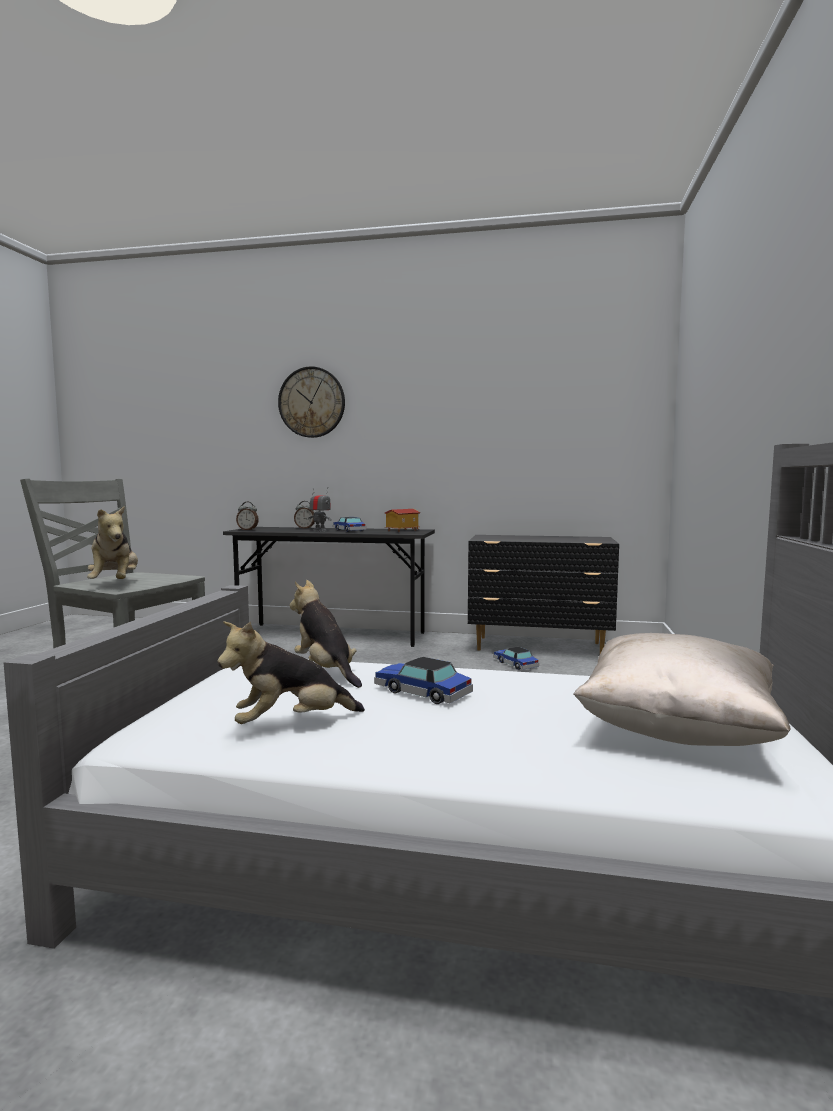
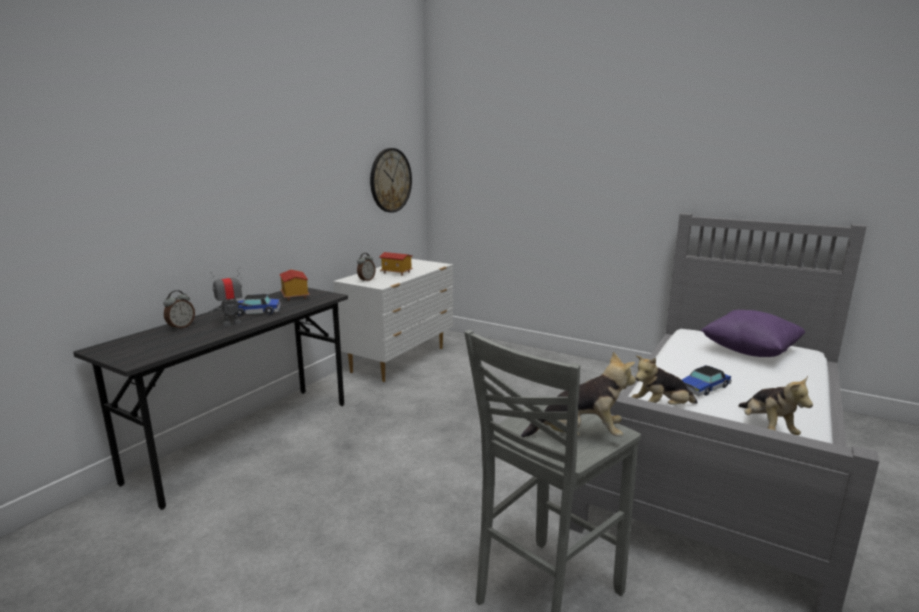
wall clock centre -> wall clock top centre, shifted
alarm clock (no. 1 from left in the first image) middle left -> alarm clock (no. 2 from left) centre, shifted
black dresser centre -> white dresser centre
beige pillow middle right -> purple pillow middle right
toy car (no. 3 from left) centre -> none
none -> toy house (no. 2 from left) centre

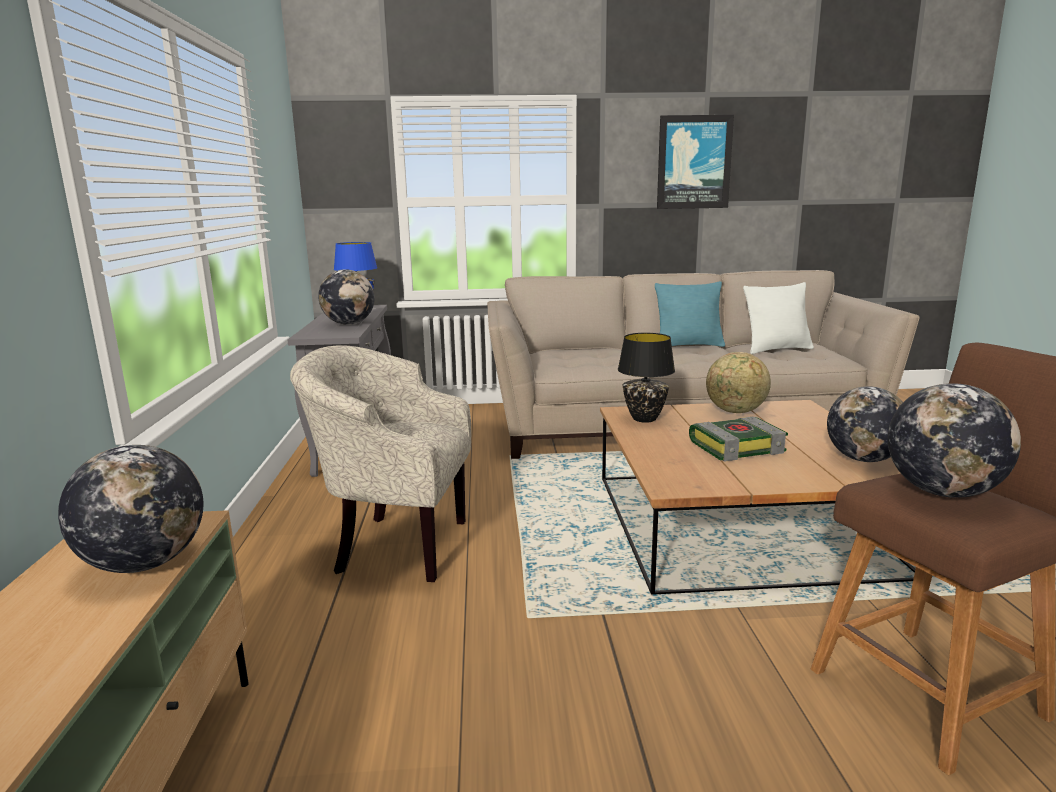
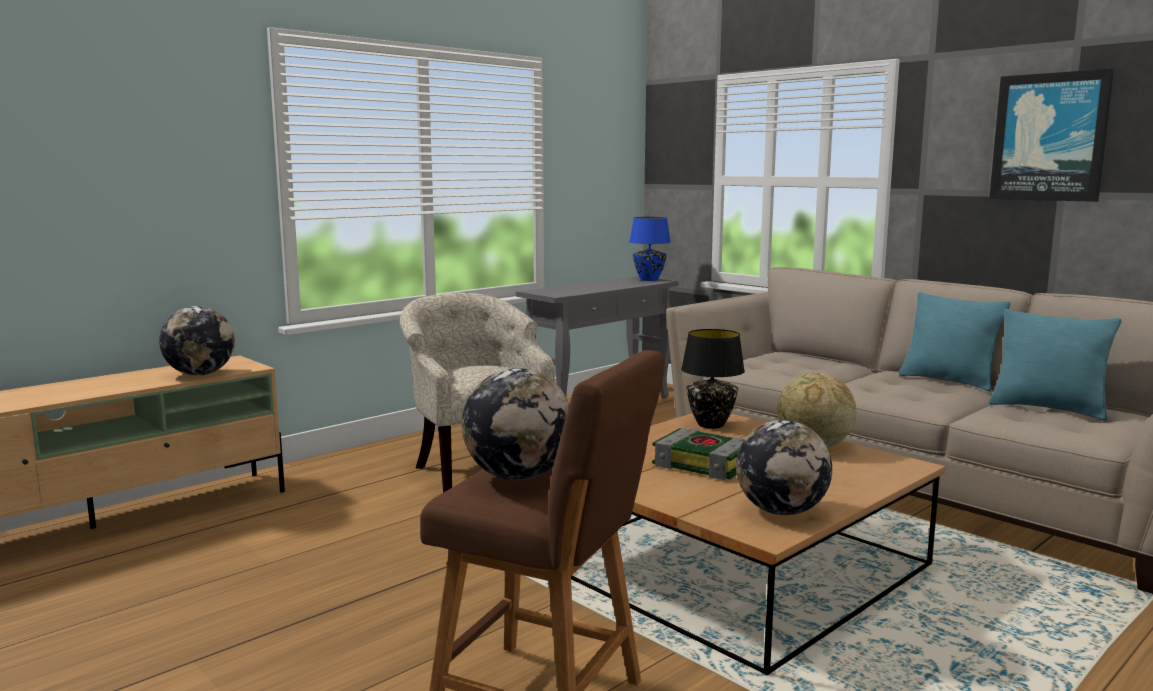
globe (no. 2 from left) middle left -> none
white pillow middle right -> turquoise pillow (no. 2 from left) middle right

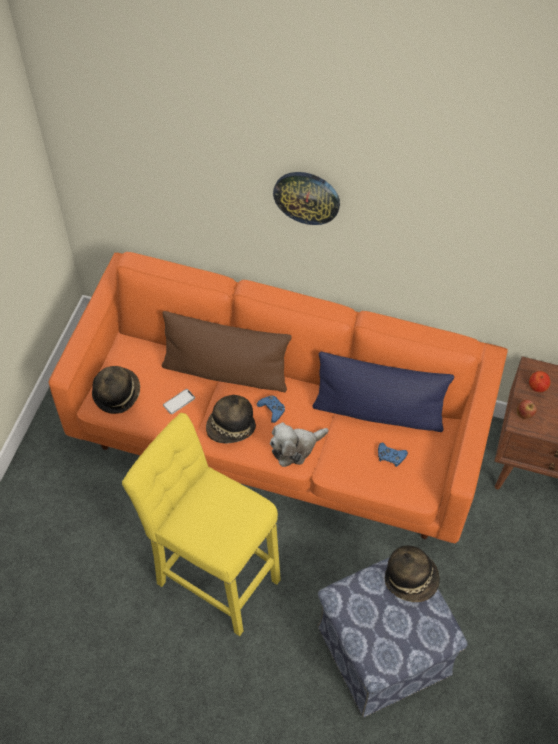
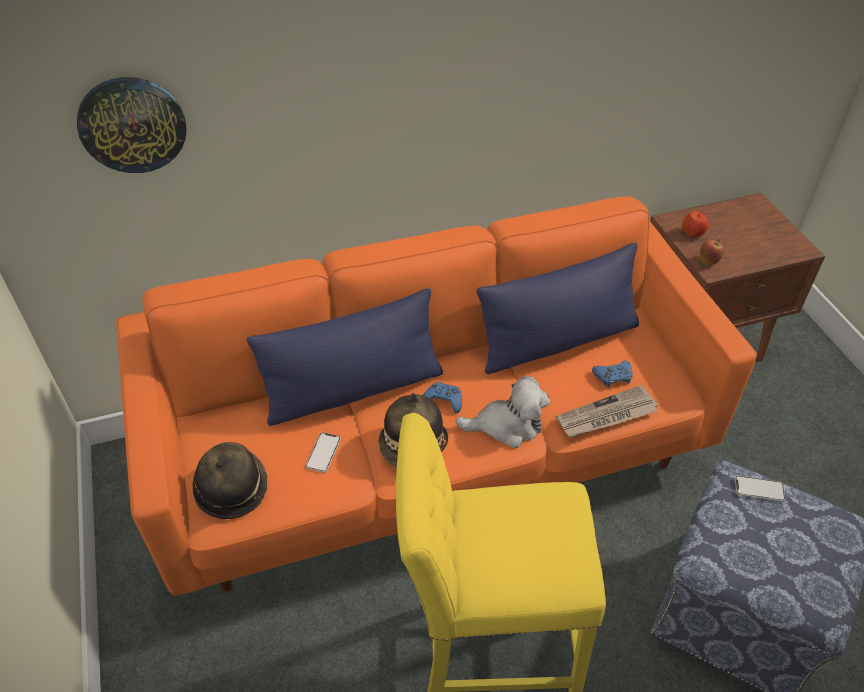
wall clock top centre -> wall clock top left, shifted
brown pillow centre -> blue pillow (no. 1 from left) centre
plush toy centre, 120 degrees counterclockwise
hat (no. 3 from left) bottom right -> phone (no. 2 from left) bottom right
none -> newspaper middle right

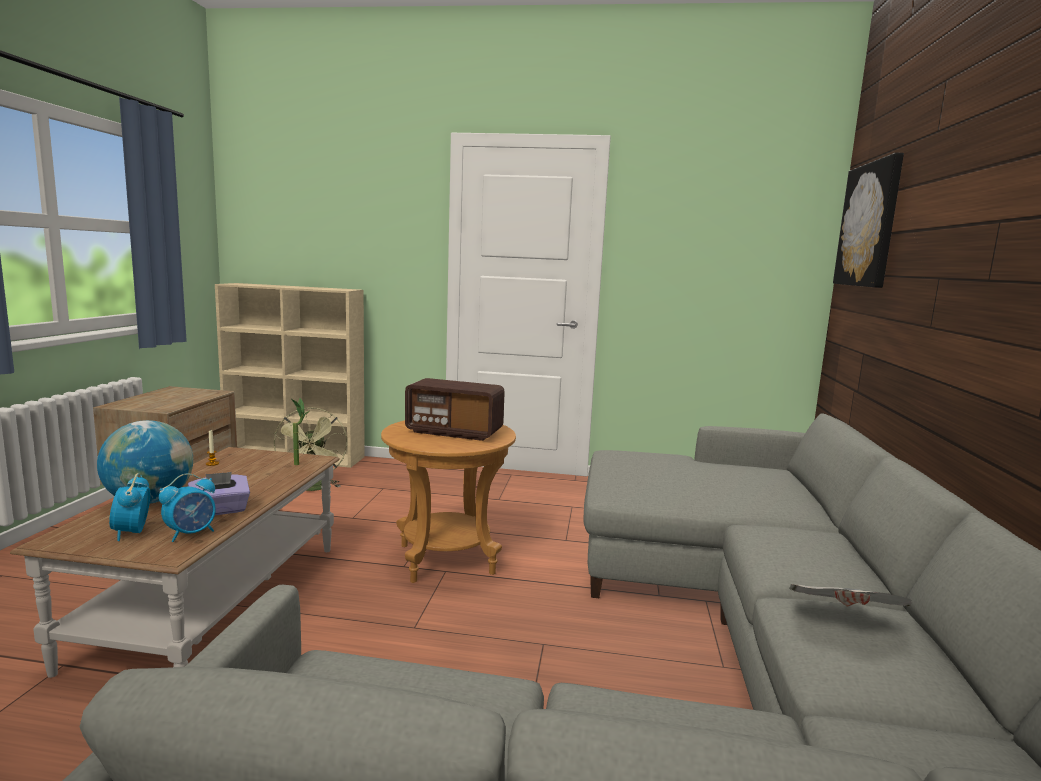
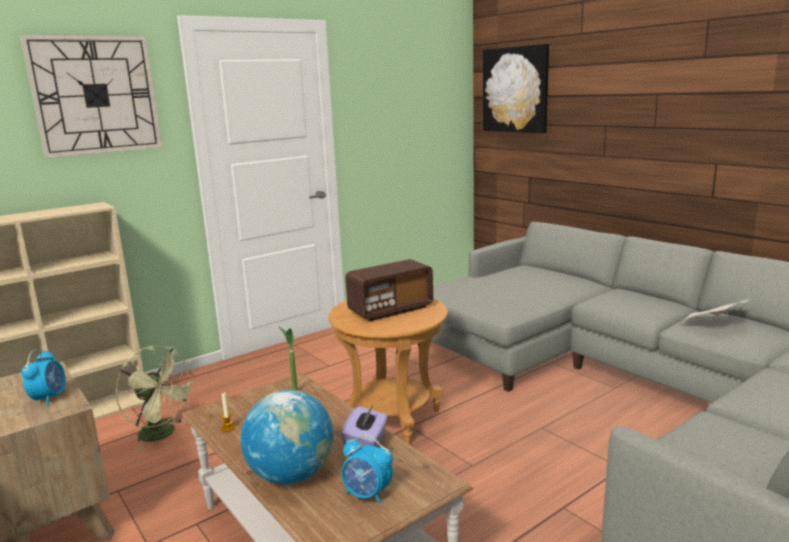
alarm clock (no. 2 from left in the first image) middle left -> alarm clock (no. 1 from left) bottom left, shifted
none -> wall clock top left

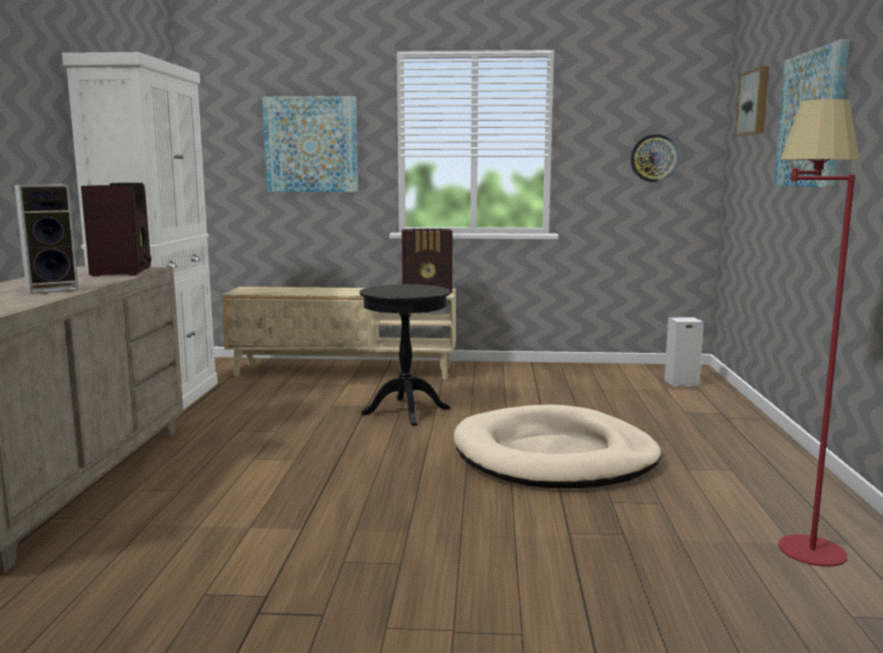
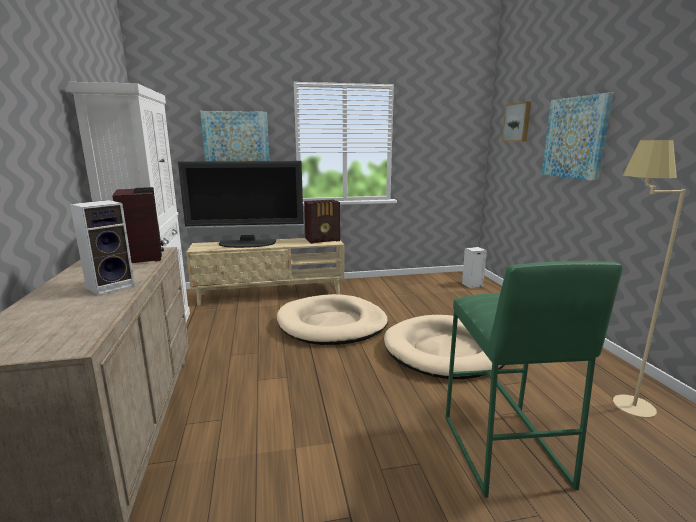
red floor lamp middle right -> beige floor lamp middle right
wall clock top right -> none
black side table centre -> beige dog bed (no. 1 from left) centre
none -> television centre
none -> green stool bottom right

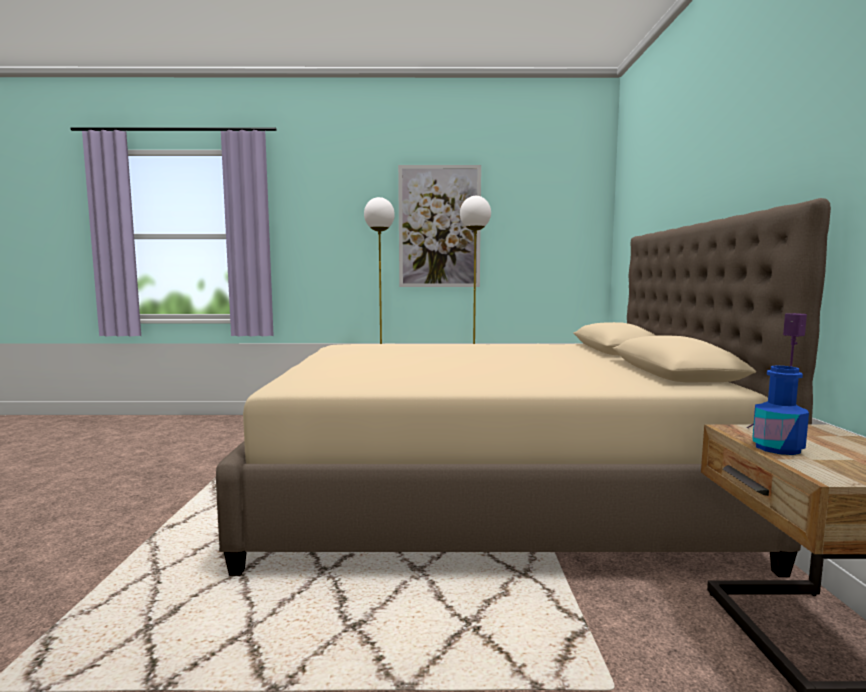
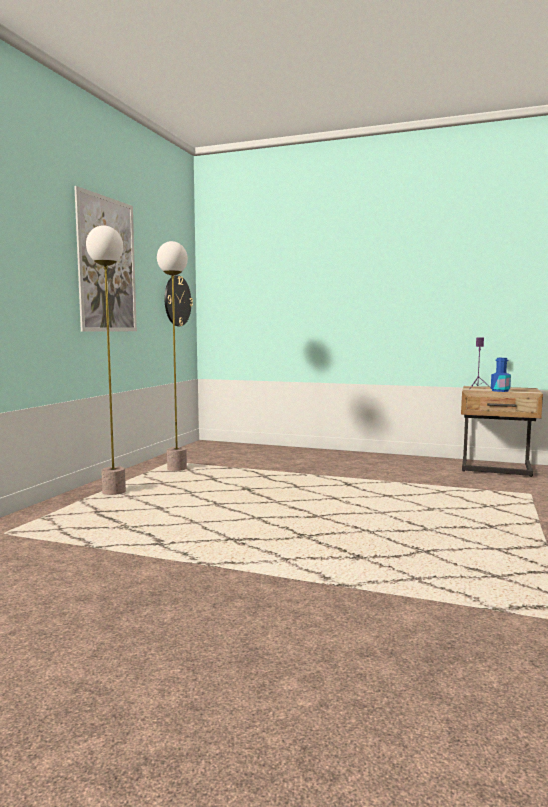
beige bed centre -> none
none -> wall clock middle left

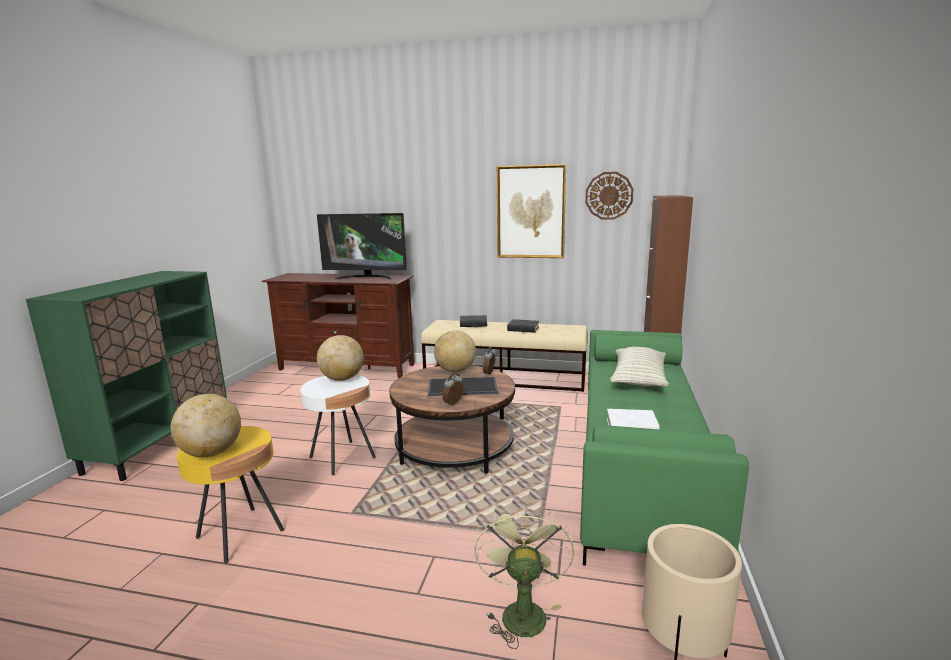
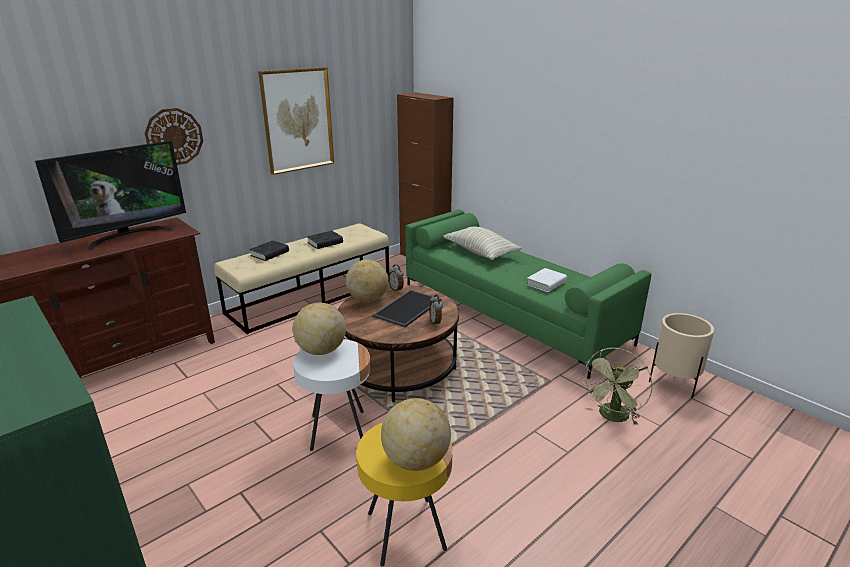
wall clock top centre -> wall clock top left, shifted
green fan bottom centre -> green fan bottom right, 90 degrees counterclockwise

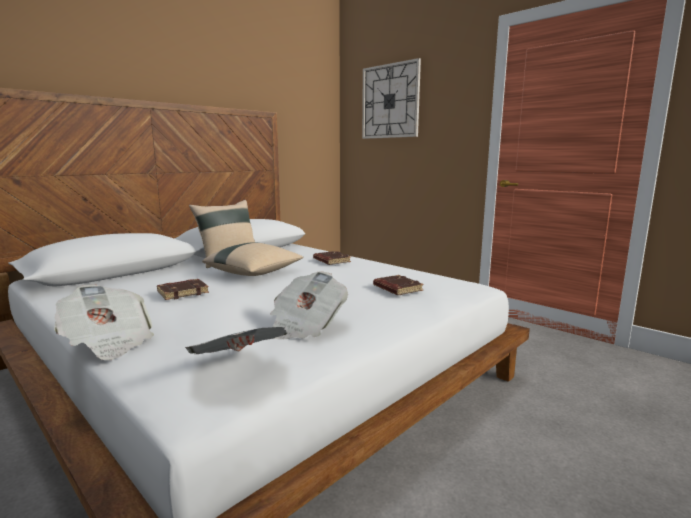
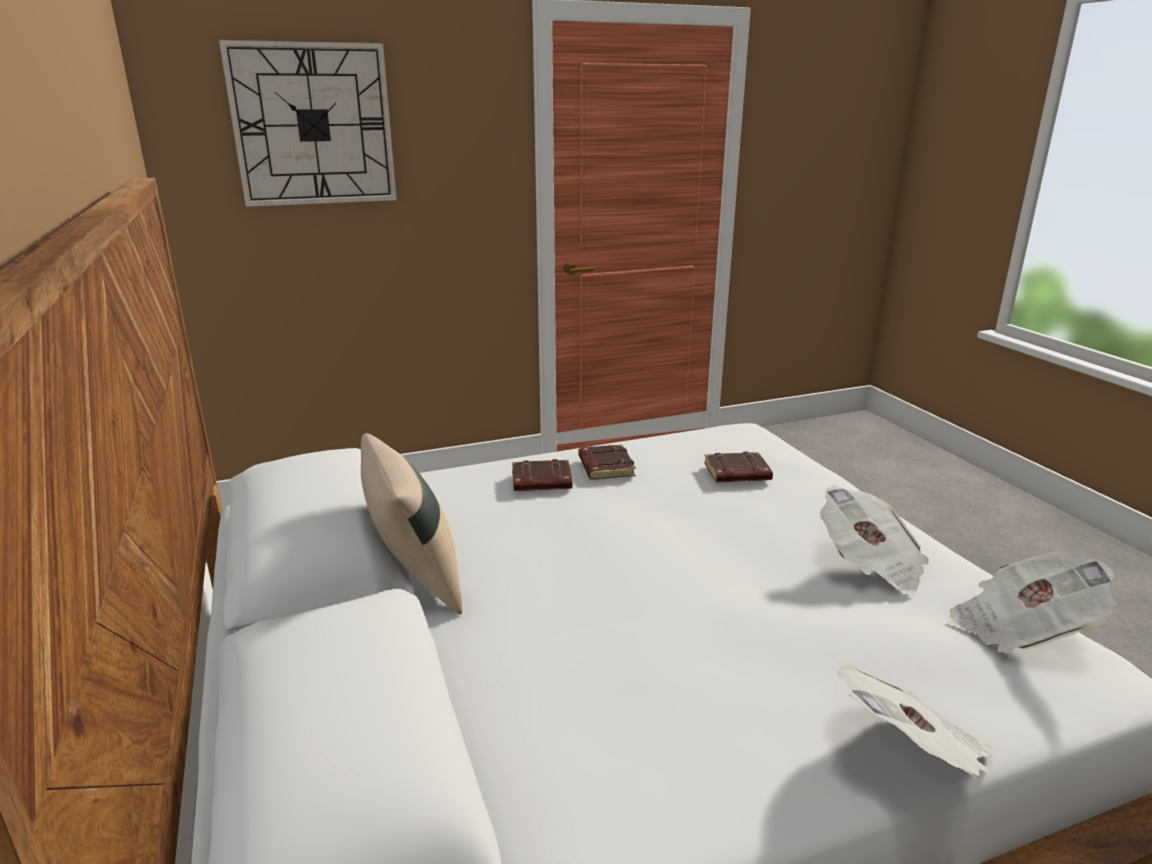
beige pillow (no. 2 from left) centre -> none
brown book (no. 1 from left in the first image) middle left -> brown book (no. 2 from left) centre, shifted

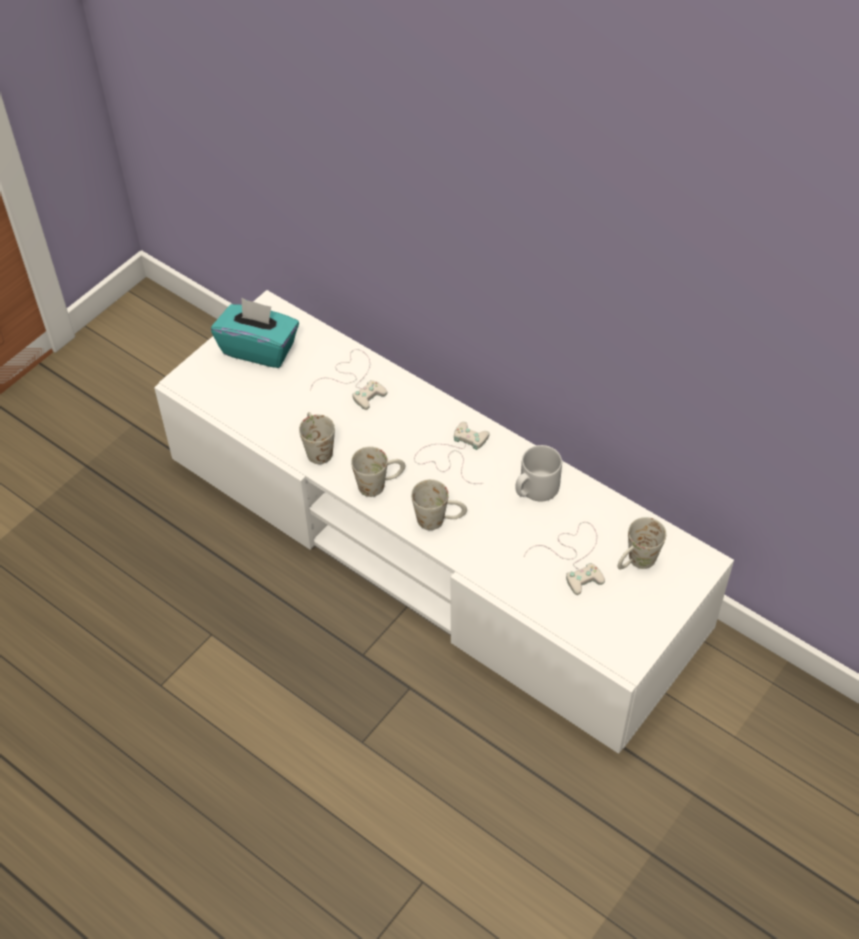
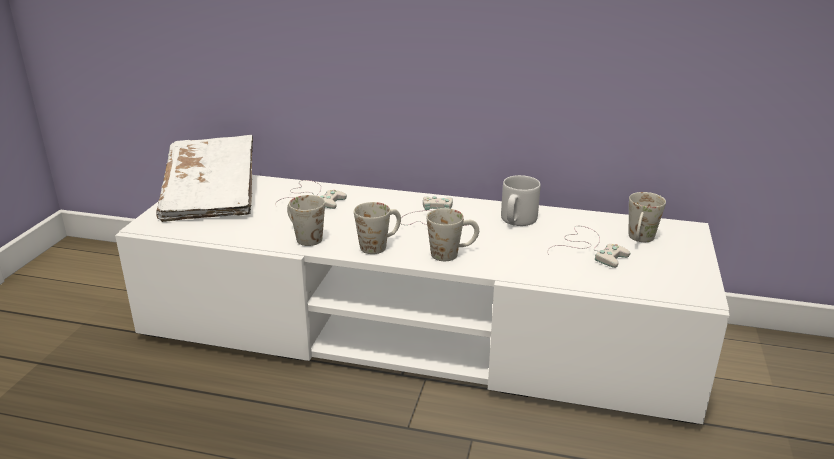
turquoise tissue box middle left -> white book middle left

